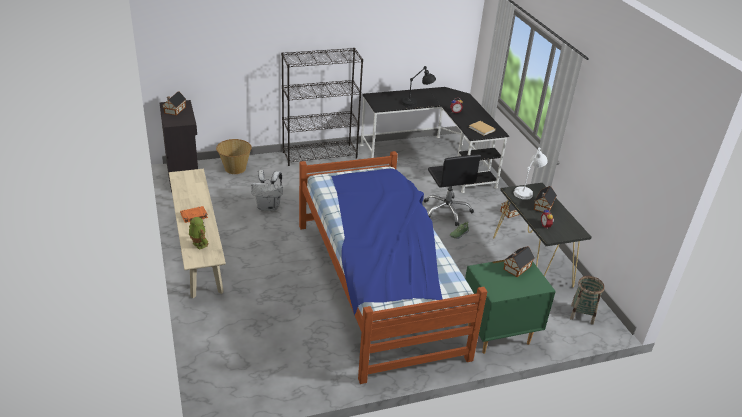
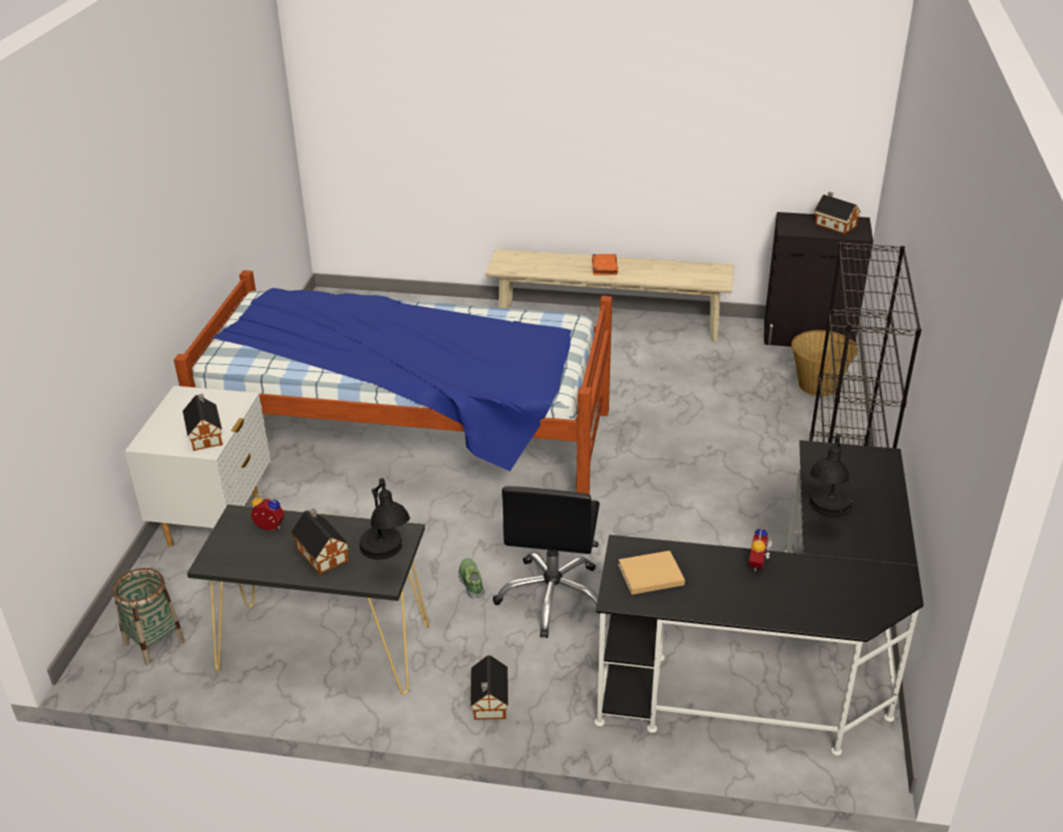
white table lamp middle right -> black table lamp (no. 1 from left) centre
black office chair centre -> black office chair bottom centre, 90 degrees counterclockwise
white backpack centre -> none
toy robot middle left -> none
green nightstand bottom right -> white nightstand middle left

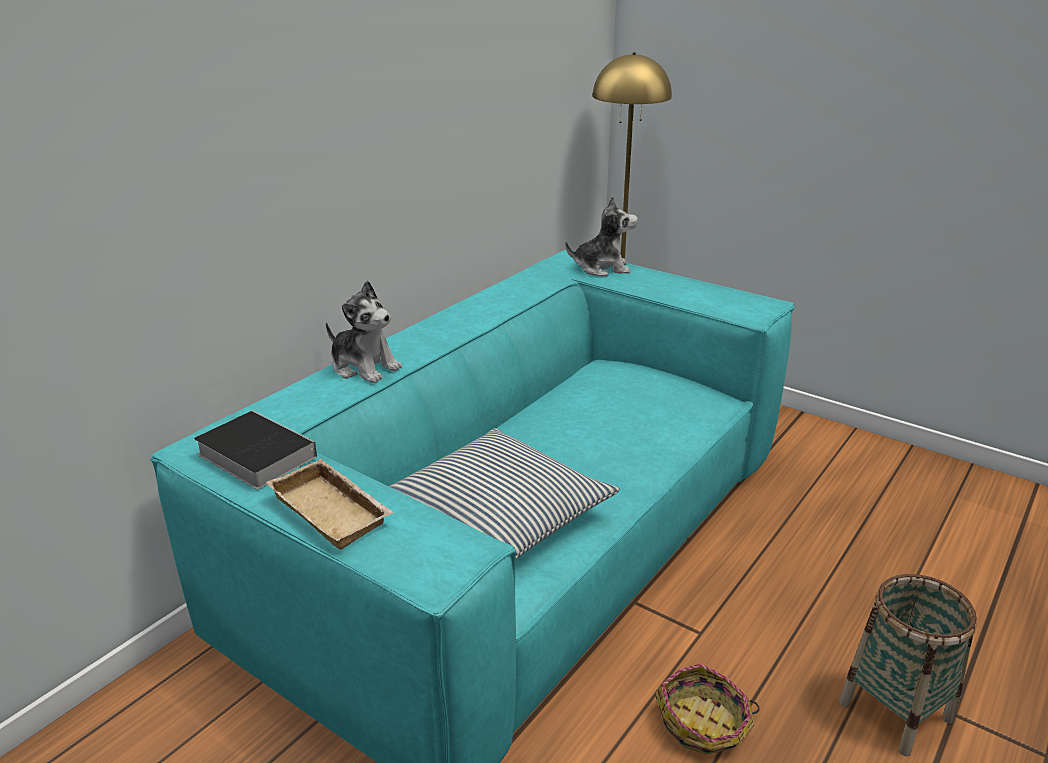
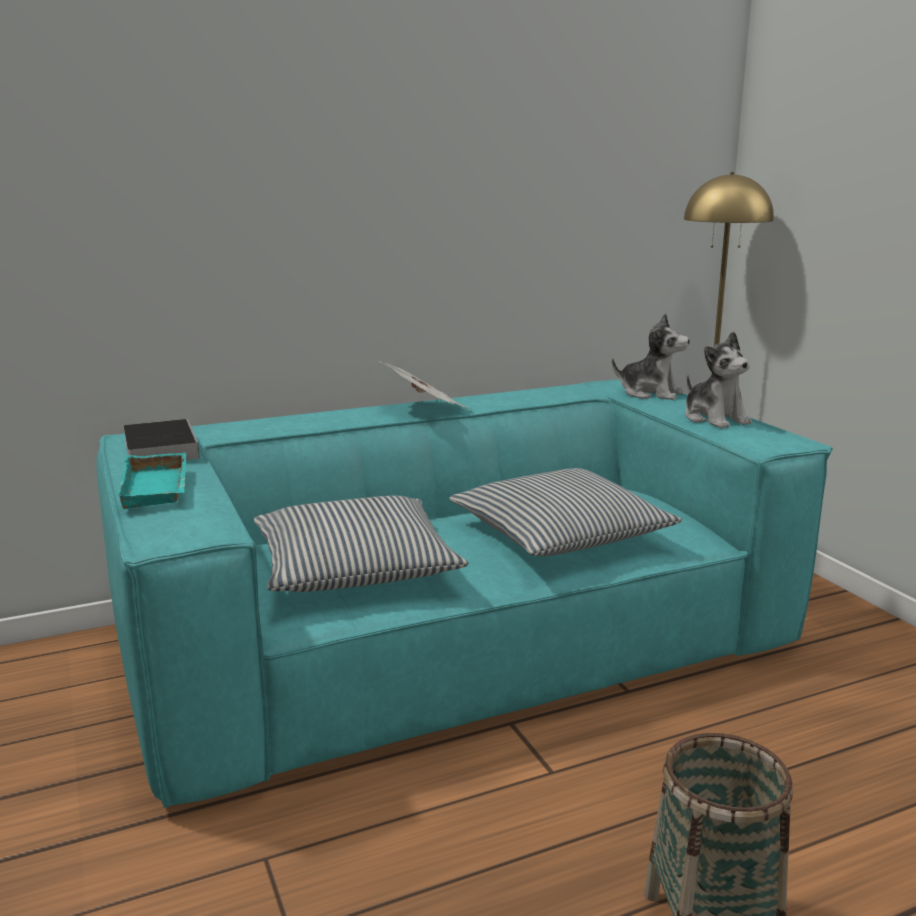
plush toy (no. 1 from left in the first image) centre -> plush toy (no. 2 from left) middle right, shifted
beige tray middle left -> turquoise tray middle left
basket (no. 1 from left) bottom right -> none
none -> newspaper centre
none -> pillow (no. 2 from left) centre

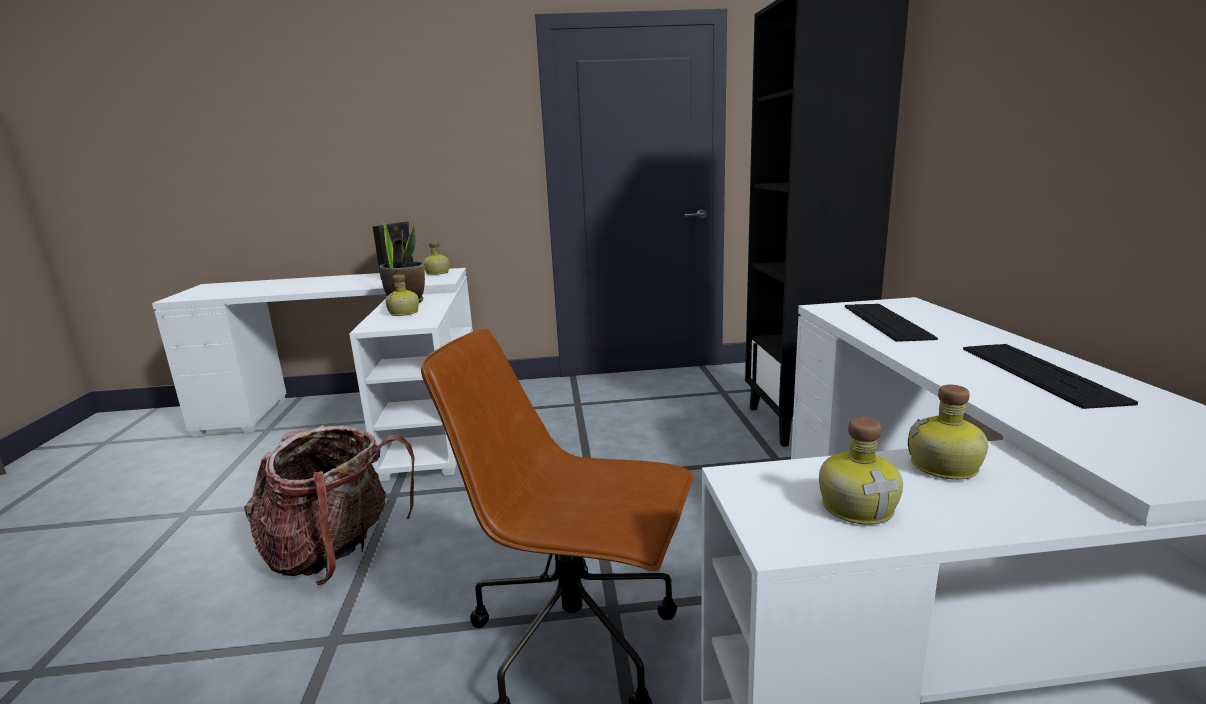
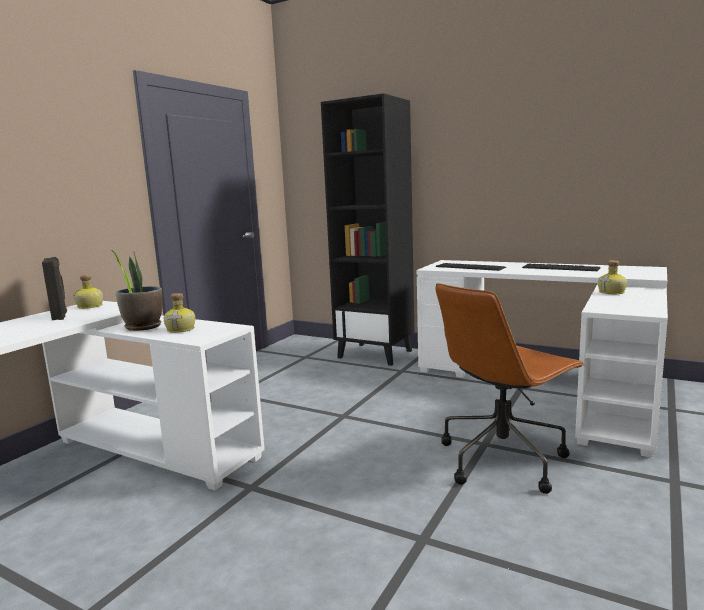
bottle (no. 3 from left) bottom right -> none
backpack bottom left -> none

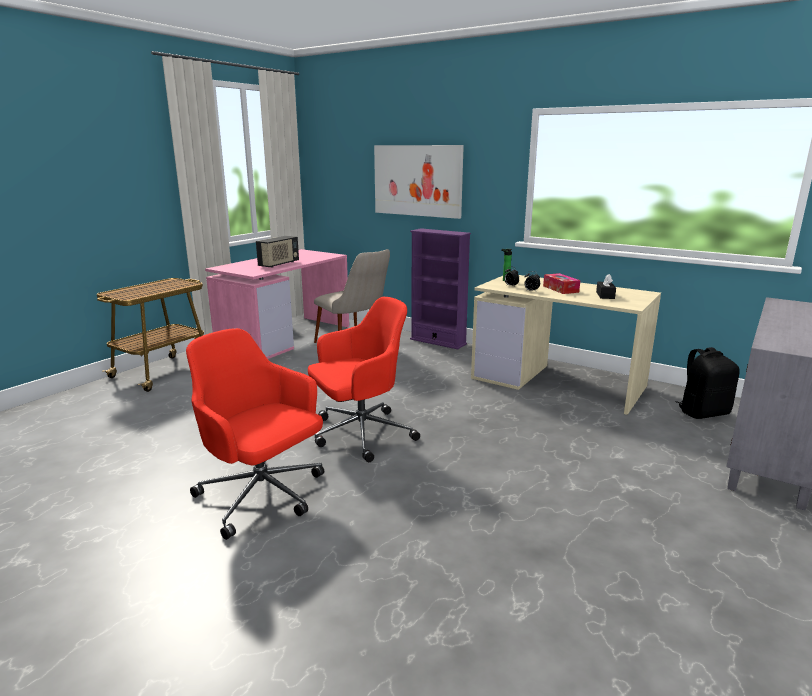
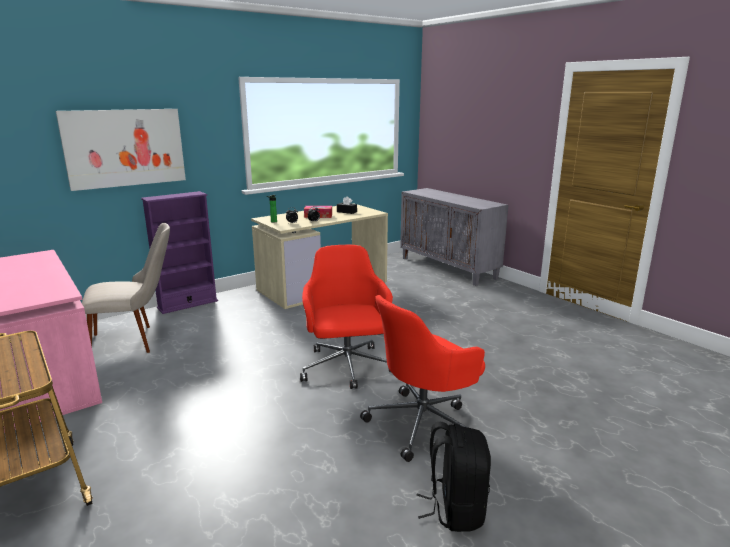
radio centre -> none
black backpack middle right -> black backpack bottom centre, shifted

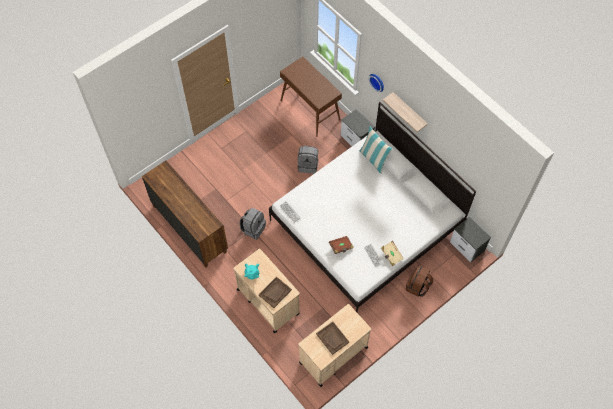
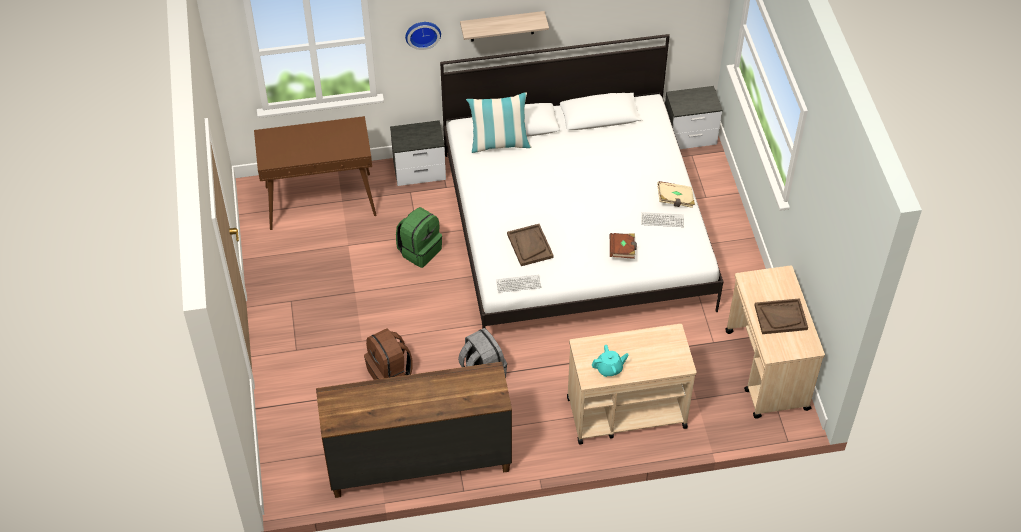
grey backpack (no. 2 from left) centre -> green backpack centre
brown backpack bottom right -> brown backpack centre, shifted
brown tray (no. 1 from left) bottom centre -> brown tray (no. 1 from left) centre, shifted

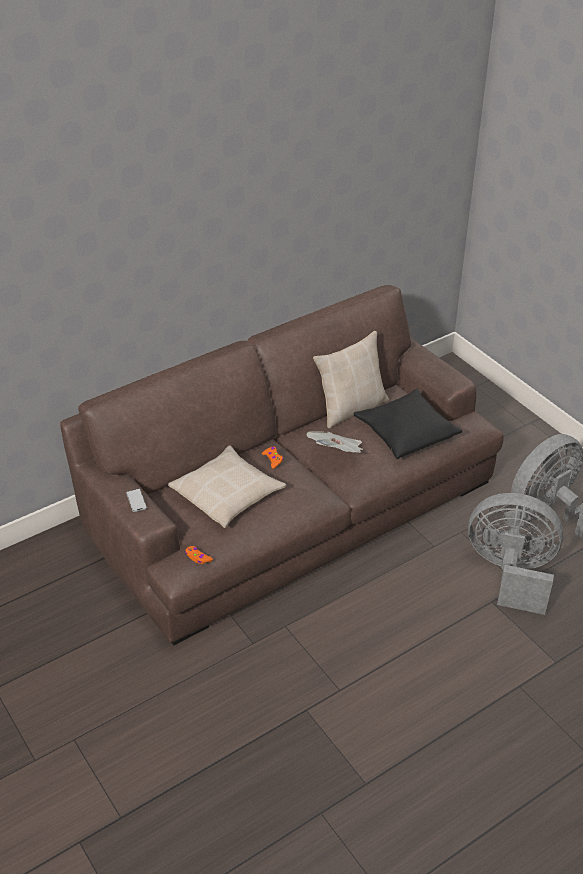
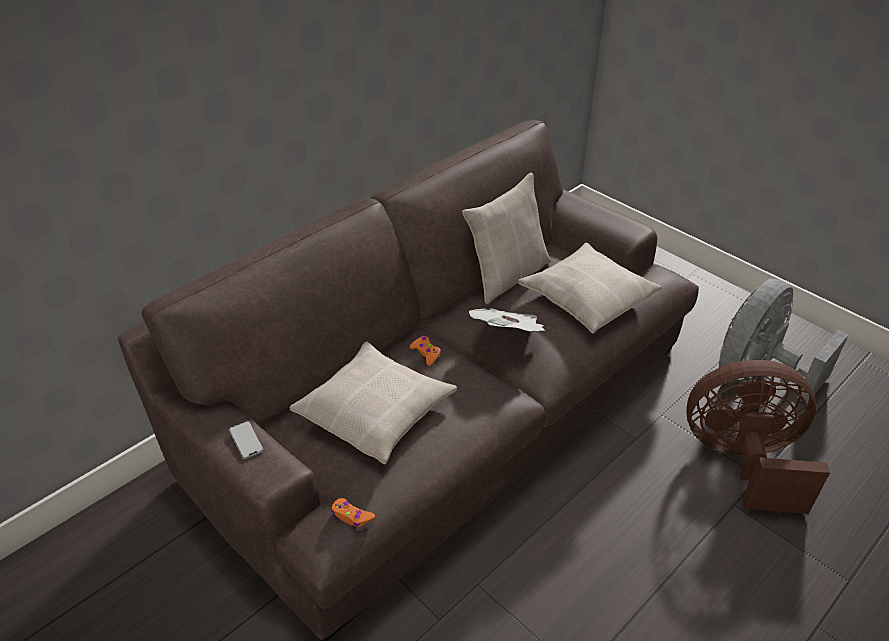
black pillow middle right -> beige pillow (no. 3 from left) centre
grey fan (no. 1 from left) middle right -> brown fan bottom right

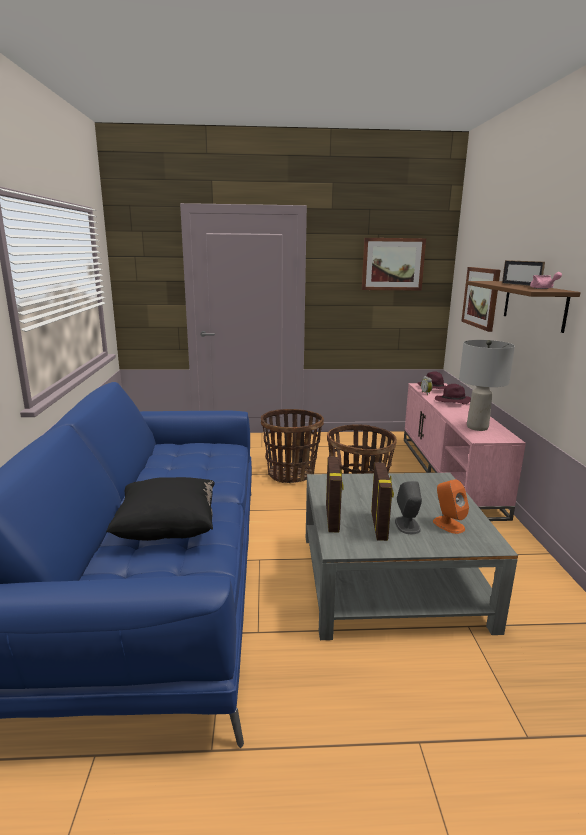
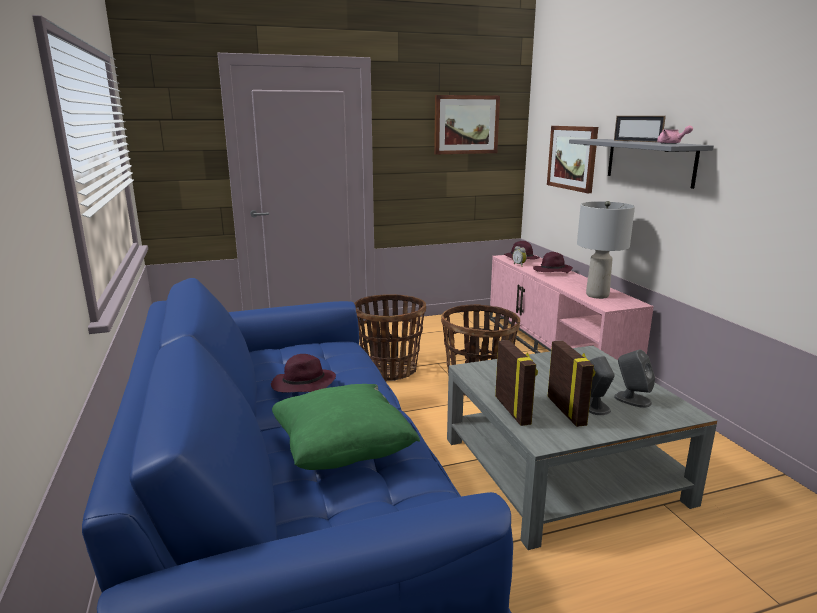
brown shelf middle right -> grey shelf top right
black pillow middle left -> green pillow bottom centre
orange speaker middle right -> grey speaker (no. 2 from left) middle right
none -> purple hat (no. 1 from left) centre

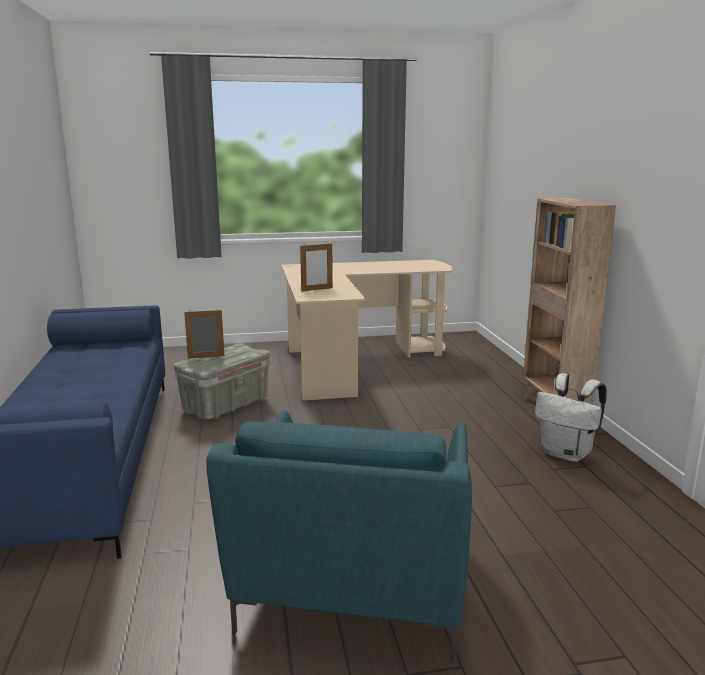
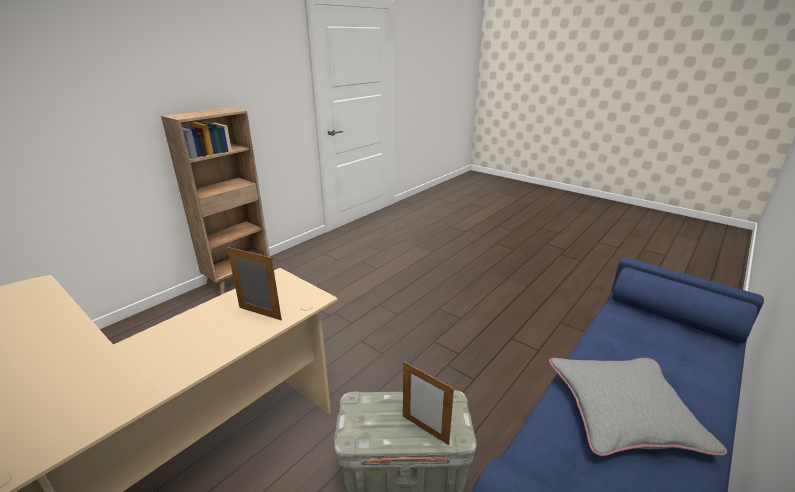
white backpack middle right -> none
turquoise armchair bottom centre -> none
none -> grey pillow bottom right

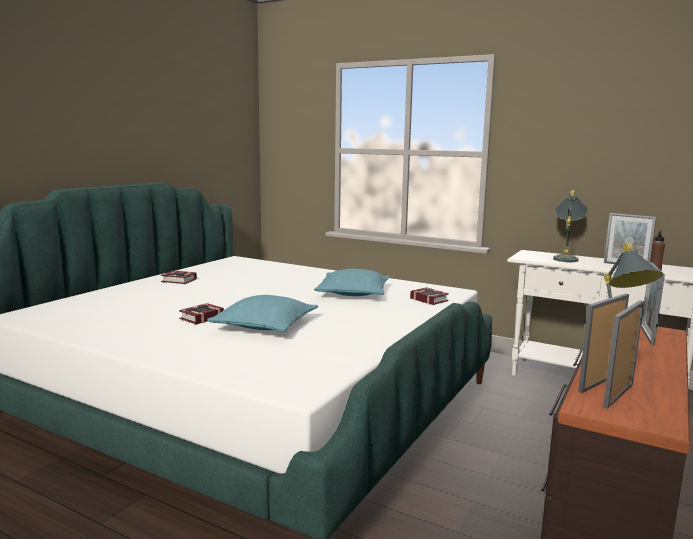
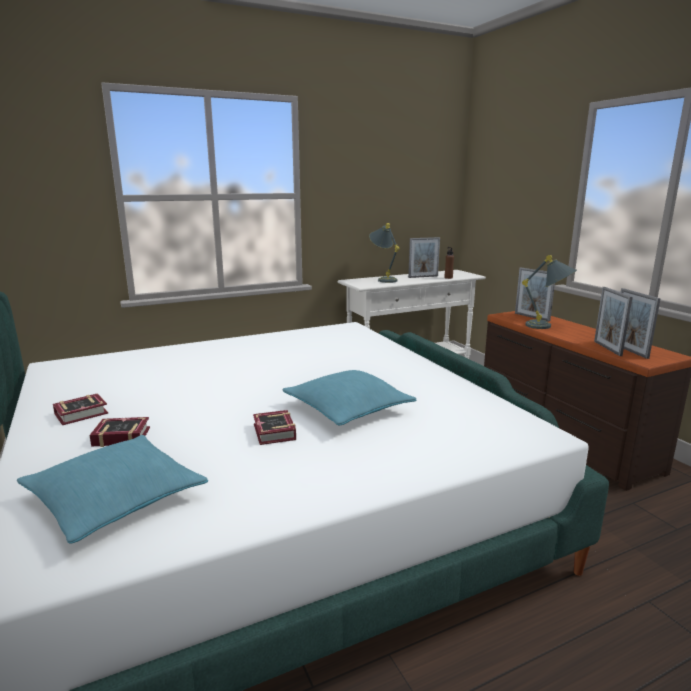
turquoise pillow (no. 2 from left in the first image) centre -> turquoise pillow (no. 1 from left) bottom left, shifted
book (no. 3 from left in the first image) centre -> book (no. 2 from left) middle left, shifted

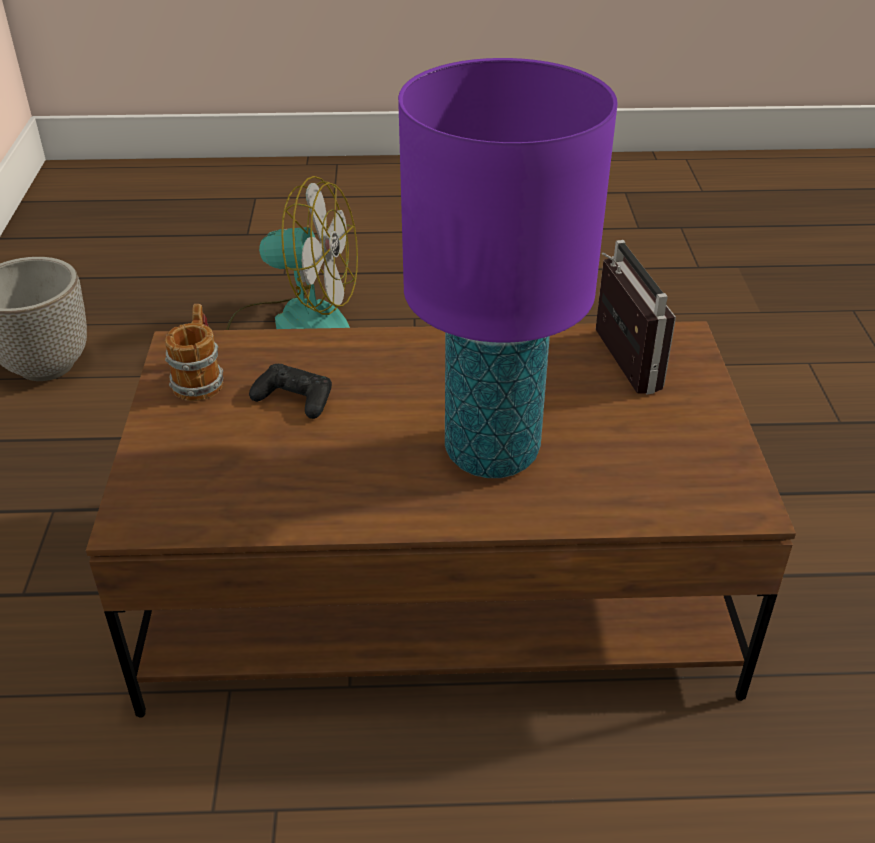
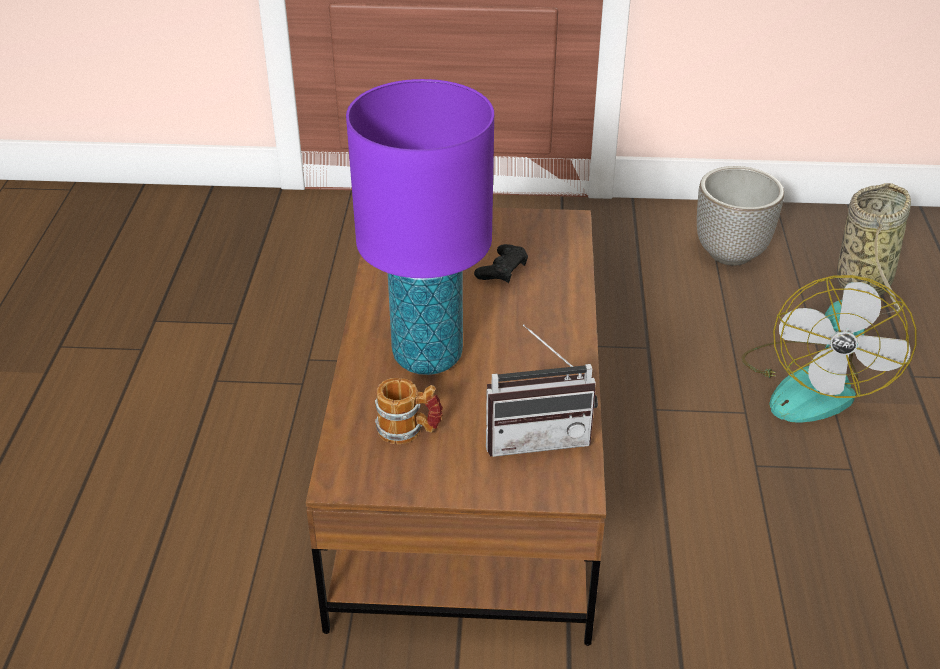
mug middle left -> mug centre, shifted
none -> basket middle right

